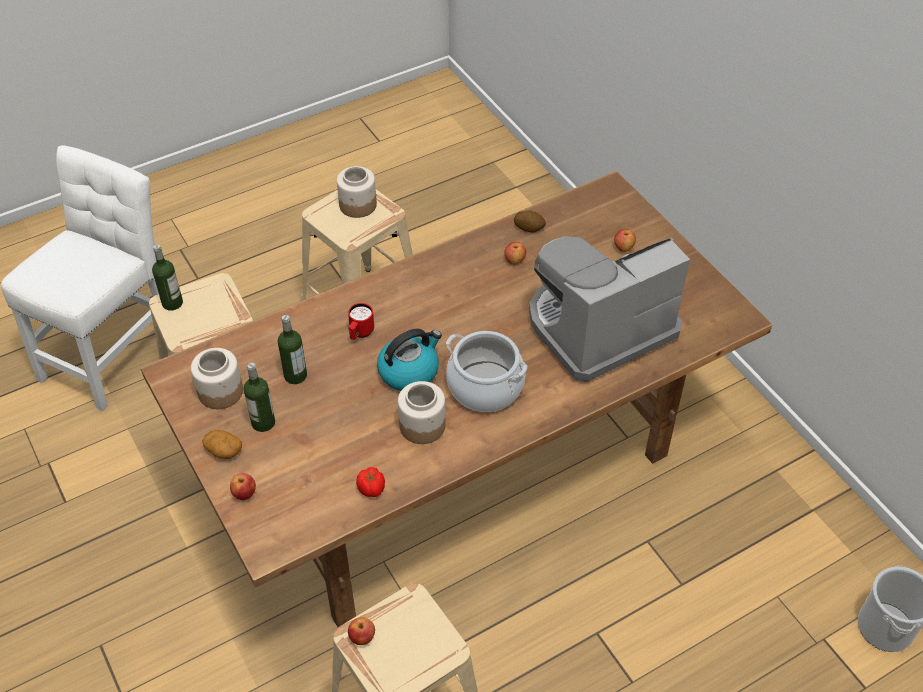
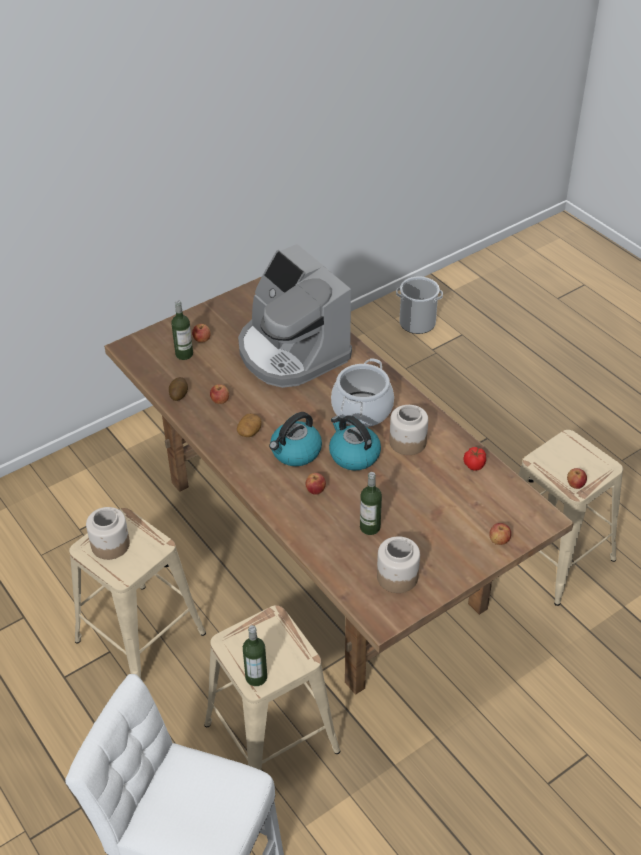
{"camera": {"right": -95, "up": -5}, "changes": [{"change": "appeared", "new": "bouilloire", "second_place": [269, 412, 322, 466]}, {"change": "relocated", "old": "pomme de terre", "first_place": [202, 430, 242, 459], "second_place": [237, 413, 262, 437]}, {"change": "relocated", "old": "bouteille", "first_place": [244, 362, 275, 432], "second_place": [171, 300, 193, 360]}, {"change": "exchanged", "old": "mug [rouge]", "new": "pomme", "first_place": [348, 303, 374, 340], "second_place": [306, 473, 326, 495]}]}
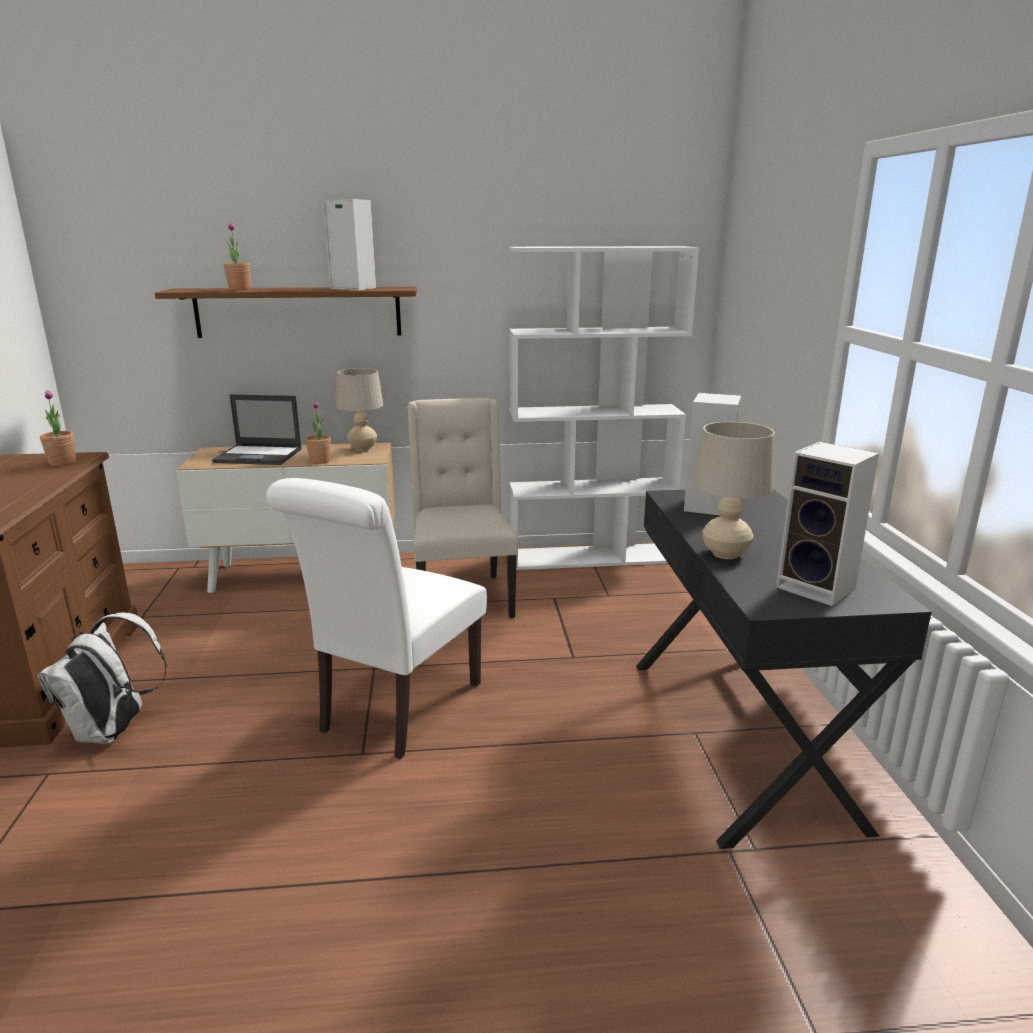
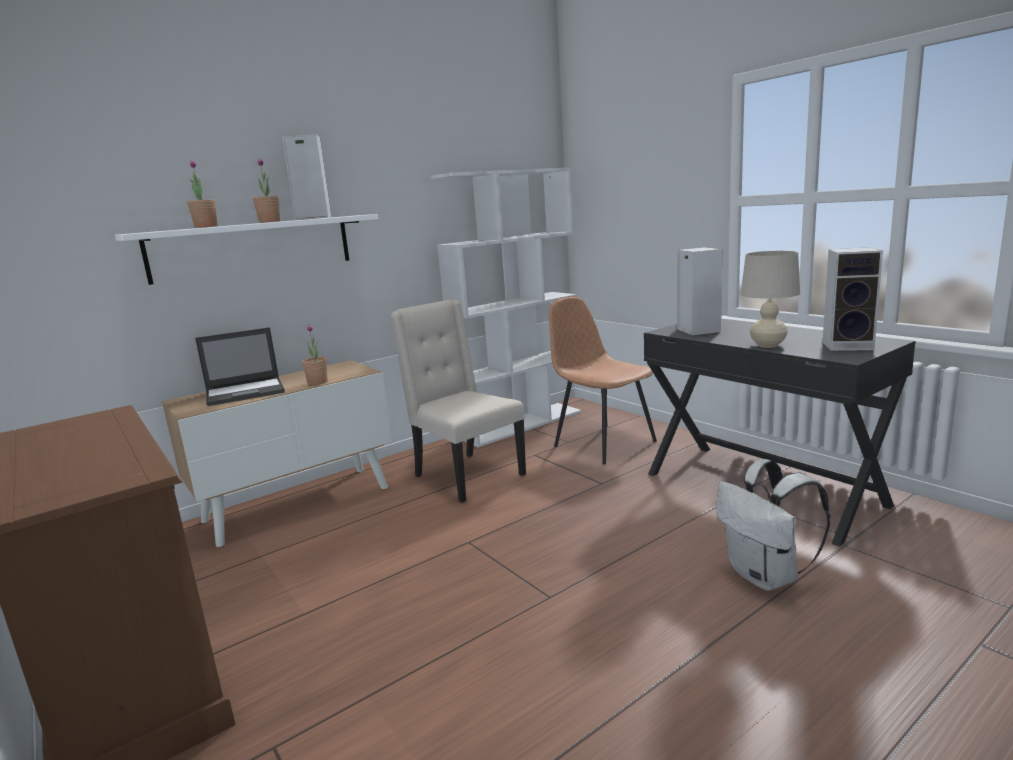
{"camera": {"right": -30, "up": -5}, "changes": [{"change": "missing", "old": "chaise [blanc]", "first_place": [266, 478, 487, 759]}, {"change": "missing", "old": "lampe de table [beige]", "first_place": [336, 368, 383, 451]}, {"change": "appeared", "new": "chaise [marron]", "second_place": [549, 296, 657, 464]}, {"change": "relocated", "old": "sac à dos [blanc]", "first_place": [38, 613, 167, 744], "second_place": [716, 459, 830, 591]}, {"change": "relocated", "old": "plante en pot", "first_place": [40, 390, 76, 466], "second_place": [253, 158, 280, 223]}, {"change": "colour", "old": "étagère [marron]", "new": "étagère [blanc]", "first_place": [155, 287, 417, 338], "second_place": [115, 214, 378, 285]}]}
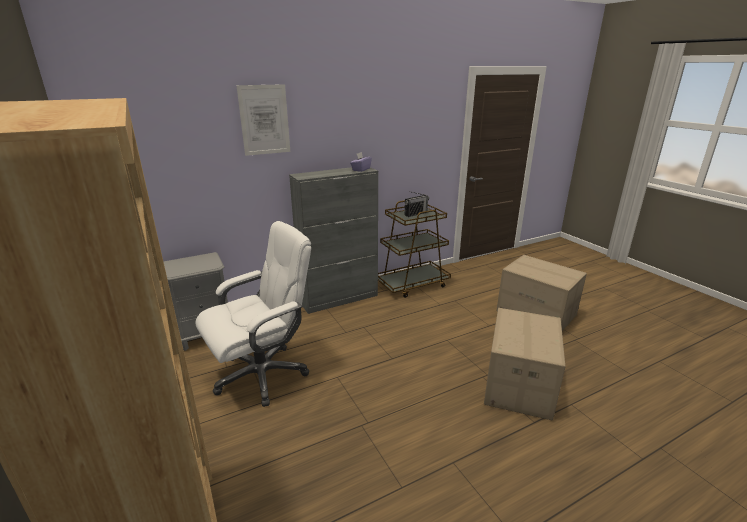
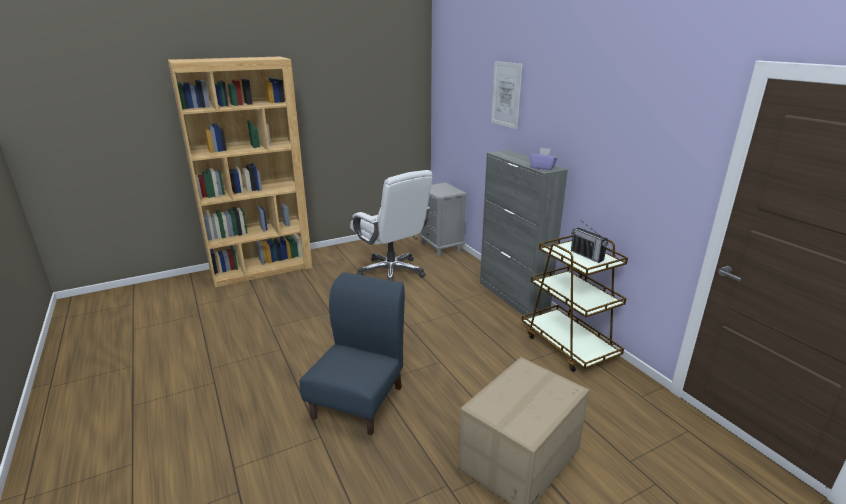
{"camera": {"right": 90, "up": 0}, "changes": [{"change": "exchanged", "old": "carton", "new": "chaise [bleu]", "first_place": [484, 308, 566, 420], "second_place": [299, 272, 405, 435]}]}
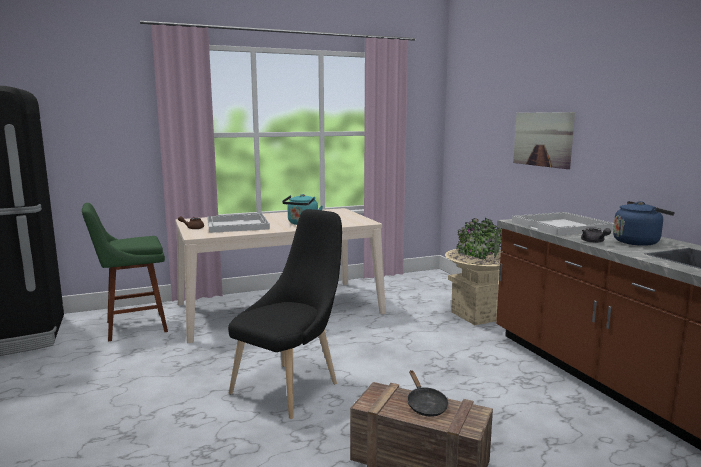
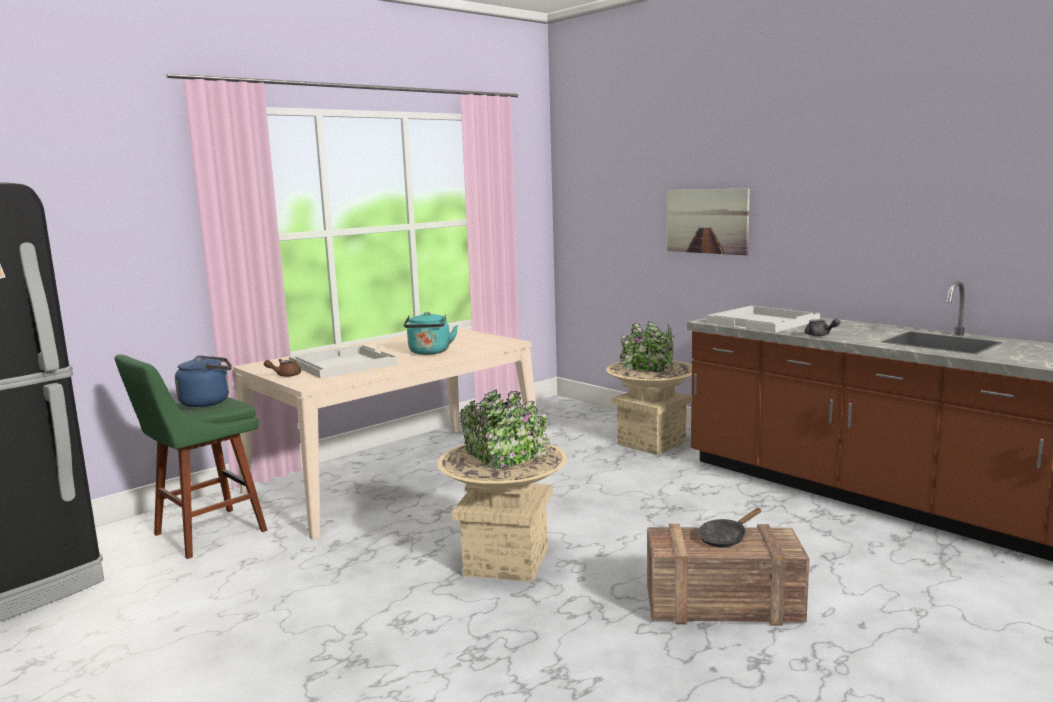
{"camera": {"right": -20, "up": 0}, "changes": [{"change": "relocated", "old": "bouilloire [bleu]", "first_place": [613, 201, 675, 246], "second_place": [175, 356, 232, 407]}, {"change": "exchanged", "old": "chaise [noir]", "new": "cache-pot [beige]", "first_place": [228, 209, 342, 419], "second_place": [437, 390, 567, 582]}, {"change": "spun", "old": "poêle [noir]", "first_place": [407, 370, 449, 417], "second_place": [698, 508, 761, 547], "degrees": 90}]}
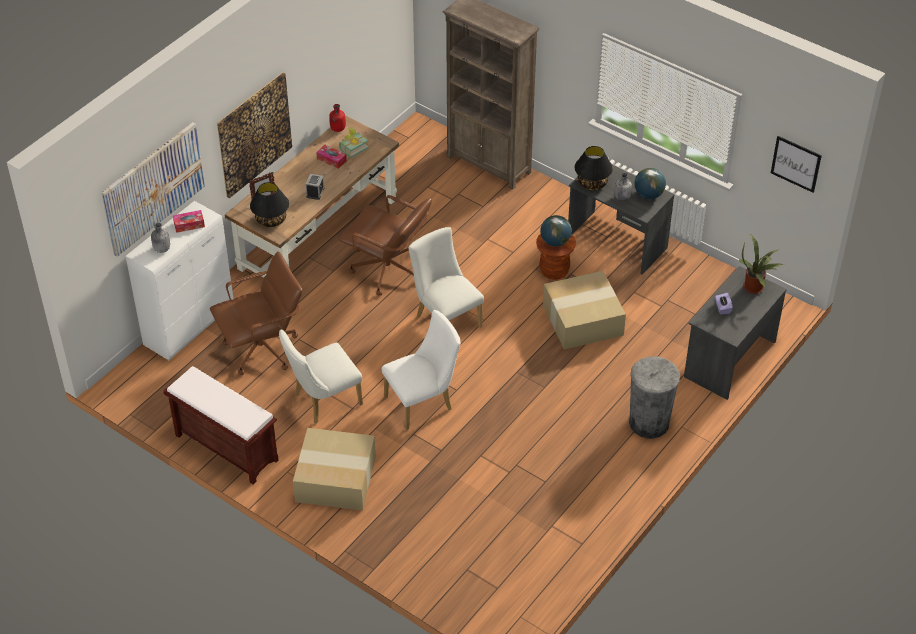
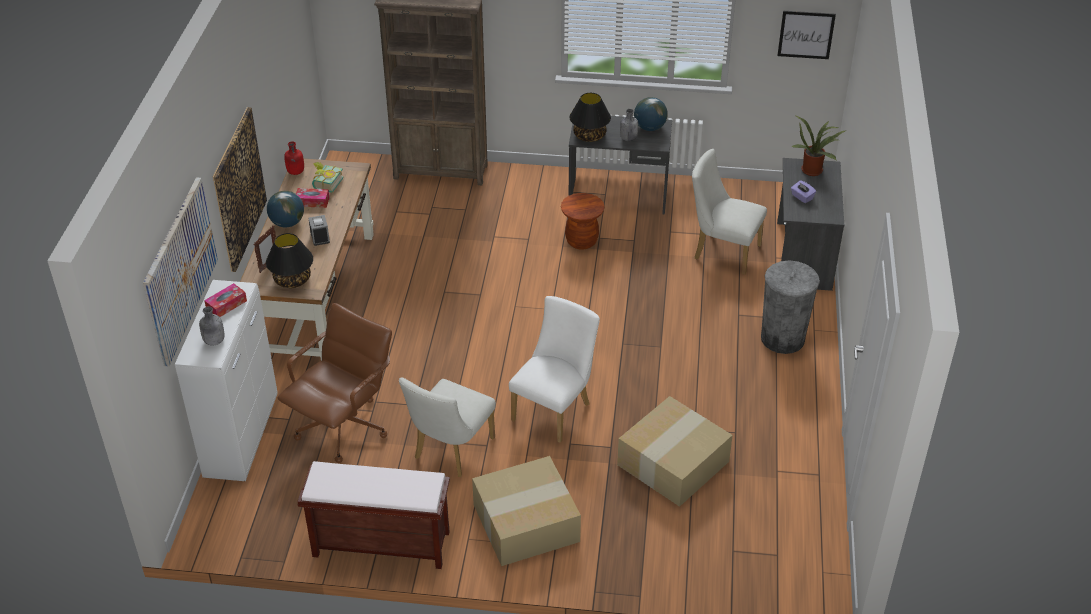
{"camera": {"right": -30, "up": -5}, "changes": [{"change": "missing", "old": "chaise de bureau [marron]", "first_place": [338, 195, 432, 296]}, {"change": "relocated", "old": "chaise [blanc]", "first_place": [408, 227, 484, 328], "second_place": [692, 149, 767, 275]}, {"change": "relocated", "old": "globe", "first_place": [540, 215, 572, 247], "second_place": [267, 191, 304, 227]}, {"change": "relocated", "old": "carton", "first_place": [543, 271, 626, 349], "second_place": [617, 396, 733, 507]}]}
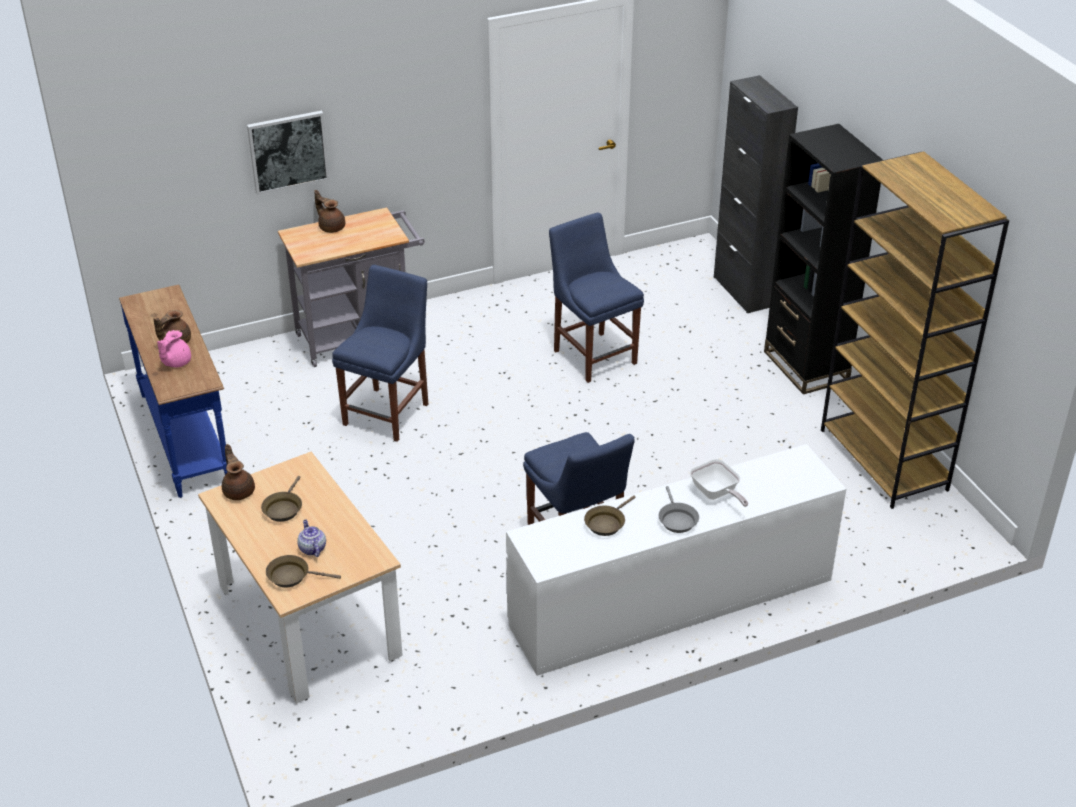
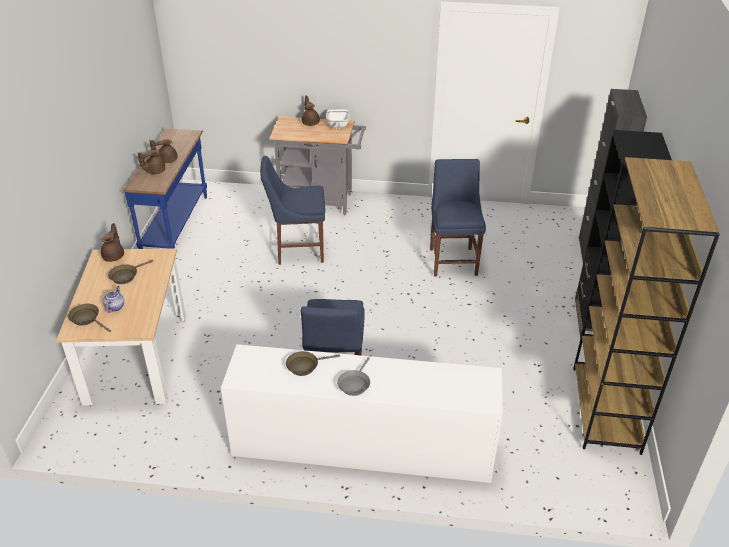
{"camera": {"right": 30, "up": 0}, "changes": [{"change": "missing", "old": "tableau", "first_place": [247, 111, 330, 195]}, {"change": "relocated", "old": "poêle", "first_place": [690, 459, 748, 507], "second_place": [327, 109, 350, 130]}, {"change": "colour", "old": "théière [rose]", "new": "théière [marron]", "first_place": [157, 330, 191, 368], "second_place": [138, 150, 165, 174]}, {"change": "spun", "old": "chaise [bleu]", "first_place": [332, 265, 428, 442], "second_place": [260, 156, 325, 265], "degrees": -150}]}
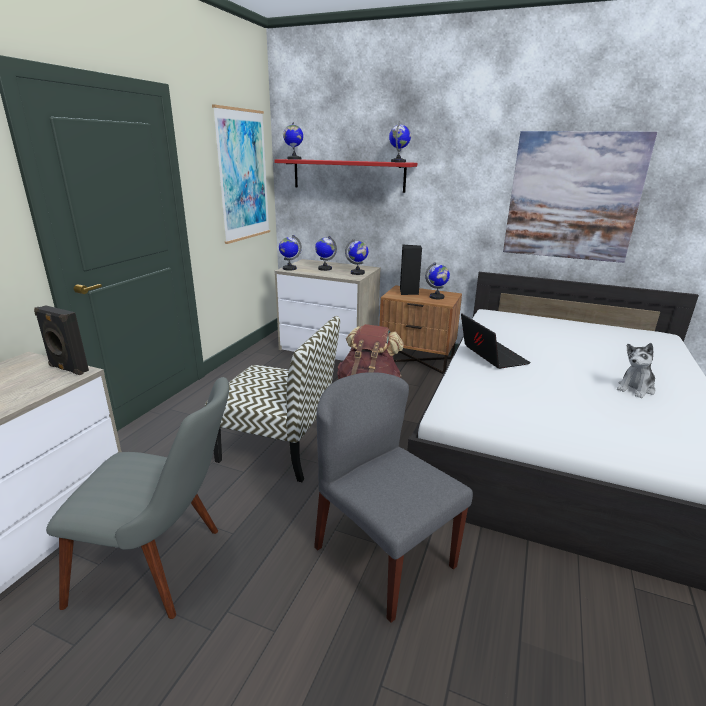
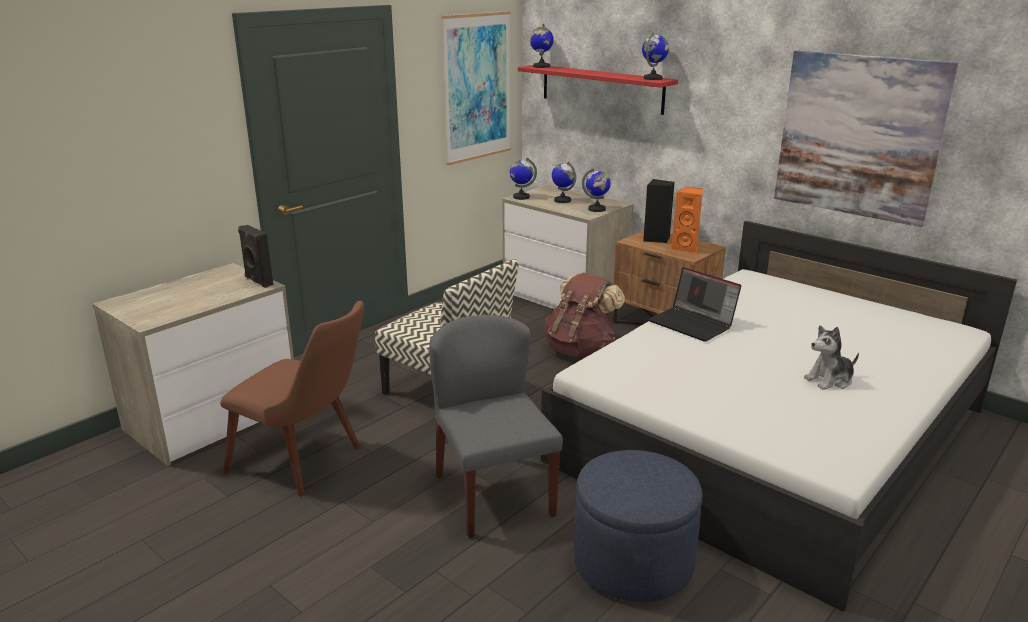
{"camera": {"right": 20, "up": 0}, "changes": [{"change": "appeared", "new": "pouf [bleu]", "second_place": [574, 450, 703, 602]}, {"change": "exchanged", "old": "globe", "new": "enceinte [orange]", "first_place": [425, 262, 450, 299], "second_place": [671, 187, 703, 253]}, {"change": "colour", "old": "chaise [gris]", "new": "chaise [marron]", "first_place": [46, 377, 229, 619], "second_place": [220, 301, 364, 497]}, {"change": "spun", "old": "ordinateur portable", "first_place": [461, 314, 531, 369], "second_place": [648, 267, 741, 342], "degrees": 135}]}
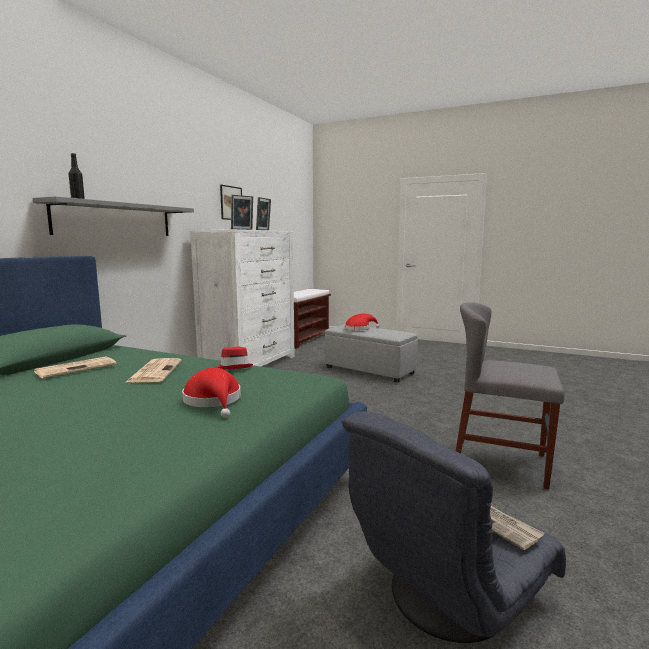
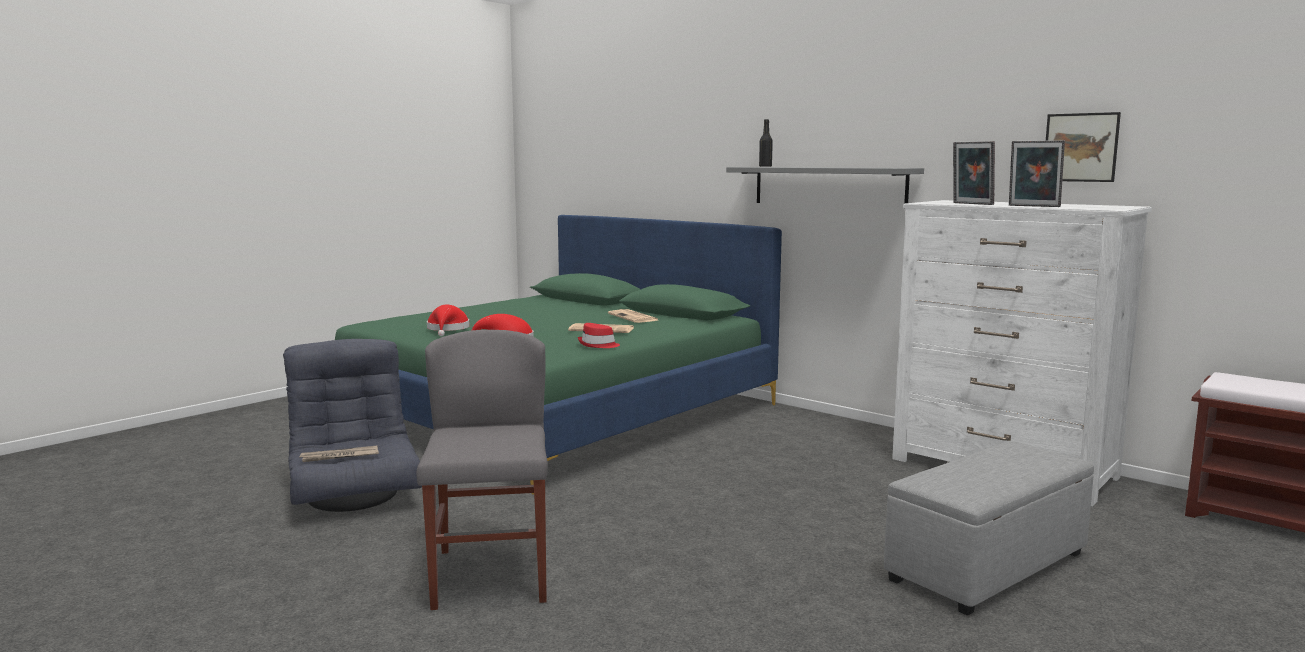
{"camera": {"right": 105, "up": 0}, "changes": [{"change": "relocated", "old": "chapeau [rouge]", "first_place": [345, 314, 380, 330], "second_place": [427, 304, 470, 336]}, {"change": "spun", "old": "chaise [gris]", "first_place": [456, 302, 565, 490], "second_place": [416, 330, 548, 610], "degrees": -45}]}
